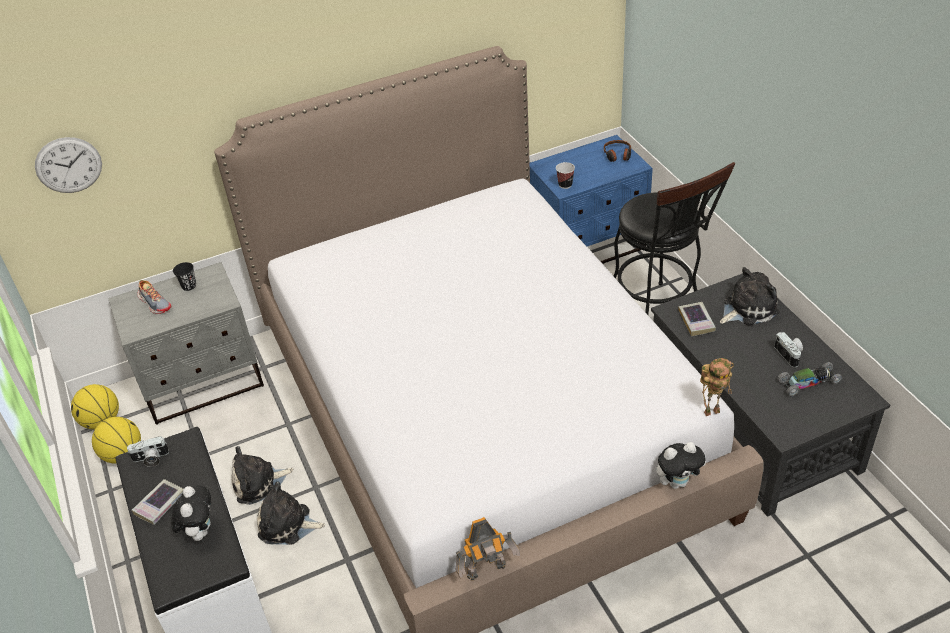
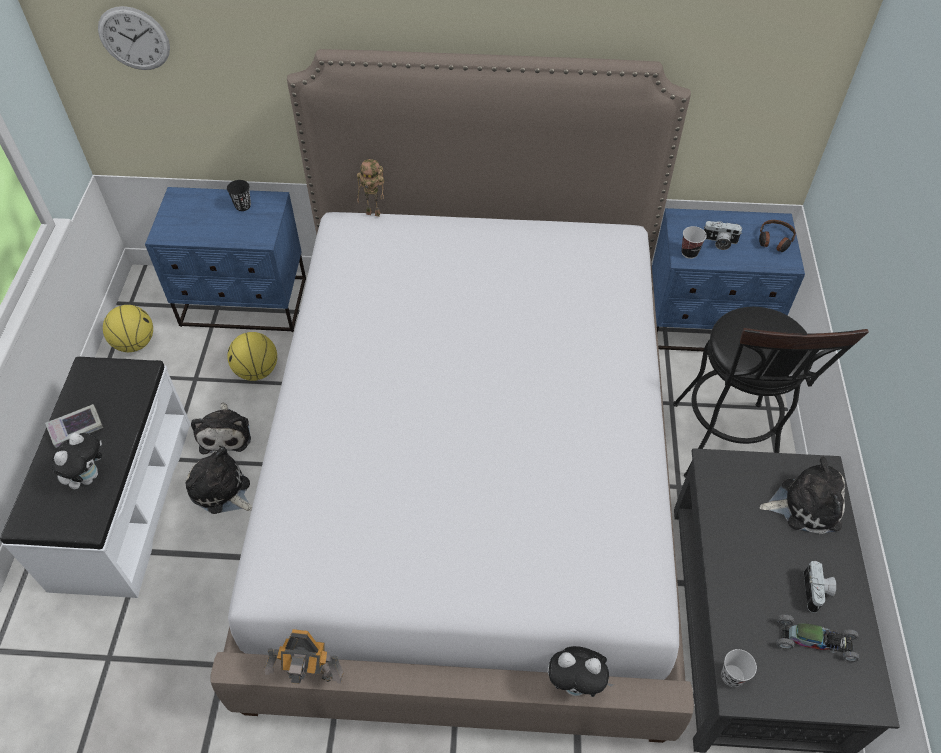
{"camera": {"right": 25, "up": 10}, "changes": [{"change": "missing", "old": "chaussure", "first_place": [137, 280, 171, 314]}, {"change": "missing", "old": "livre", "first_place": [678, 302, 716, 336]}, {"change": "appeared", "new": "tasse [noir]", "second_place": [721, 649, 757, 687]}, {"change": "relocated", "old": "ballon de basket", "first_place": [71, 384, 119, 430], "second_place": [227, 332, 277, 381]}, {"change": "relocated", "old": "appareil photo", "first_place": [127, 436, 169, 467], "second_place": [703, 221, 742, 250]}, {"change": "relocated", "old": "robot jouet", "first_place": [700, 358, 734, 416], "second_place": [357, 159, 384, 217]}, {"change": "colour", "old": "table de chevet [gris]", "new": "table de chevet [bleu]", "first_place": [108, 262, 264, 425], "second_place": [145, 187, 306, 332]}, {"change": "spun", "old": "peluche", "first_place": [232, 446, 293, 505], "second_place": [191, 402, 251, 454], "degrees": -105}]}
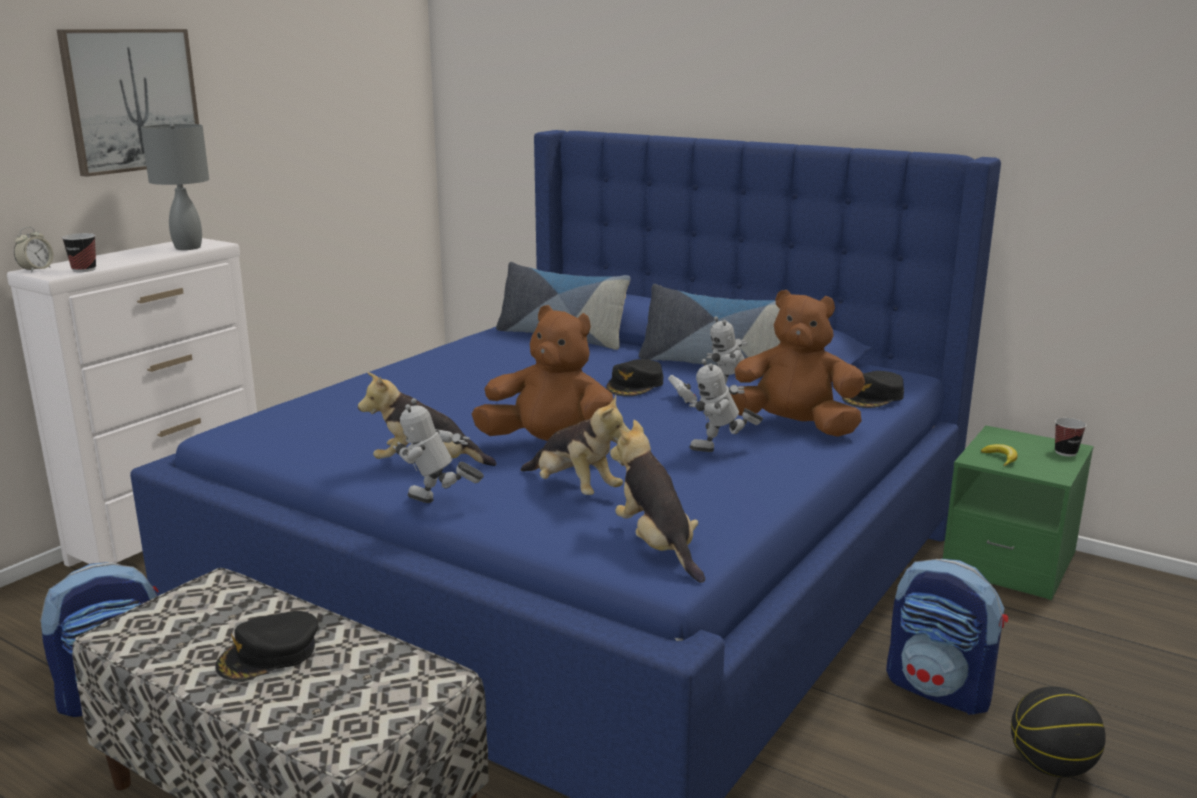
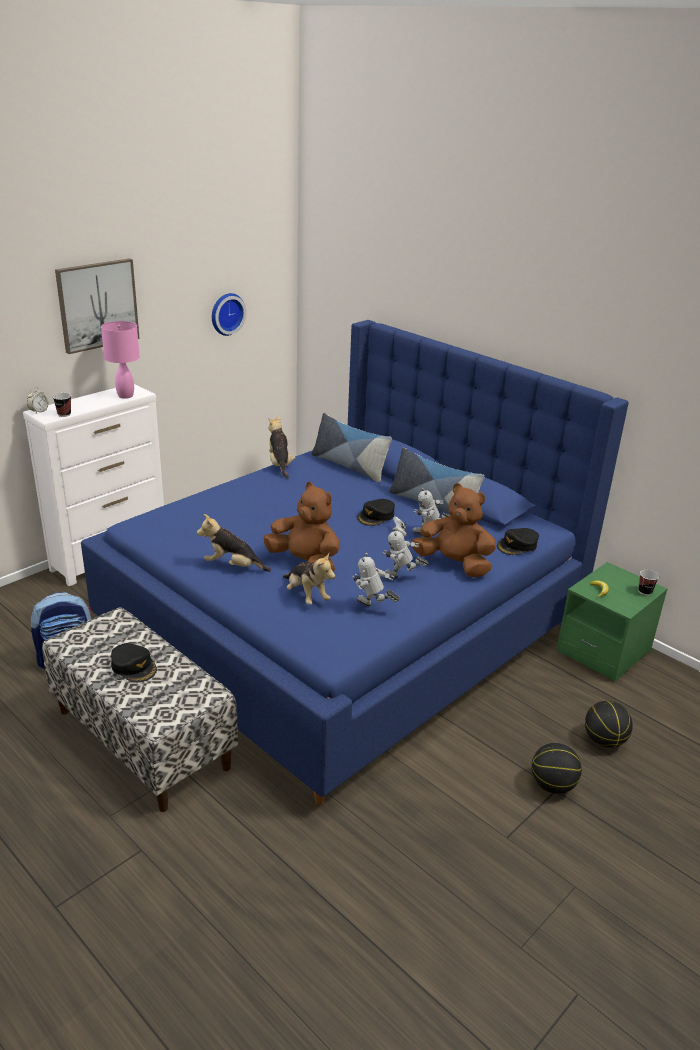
{"camera": {"right": 10, "up": 10}, "changes": [{"change": "missing", "old": "sac à dos", "first_place": [886, 559, 1008, 715]}, {"change": "appeared", "new": "horloge murale", "second_place": [212, 293, 246, 336]}, {"change": "appeared", "new": "ballon de basket", "second_place": [585, 701, 633, 748]}, {"change": "relocated", "old": "robot jouet", "first_place": [393, 398, 484, 503], "second_place": [352, 553, 400, 606]}, {"change": "relocated", "old": "peluche", "first_place": [610, 420, 705, 583], "second_place": [268, 416, 296, 479]}, {"change": "colour", "old": "lampe de table [gris]", "new": "lampe de table [rose]", "first_place": [141, 124, 209, 250], "second_place": [101, 321, 140, 399]}, {"change": "spun", "old": "casquette [noir]", "first_place": [215, 611, 318, 681], "second_place": [111, 643, 157, 682], "degrees": -105}]}
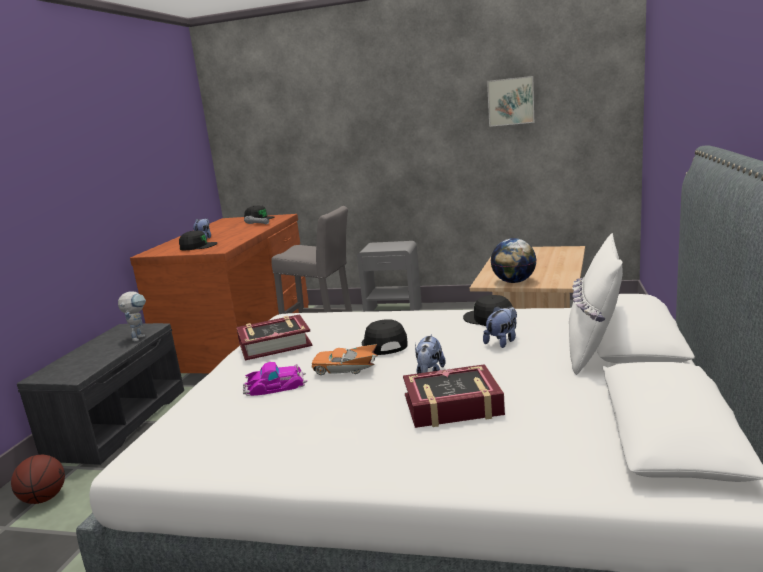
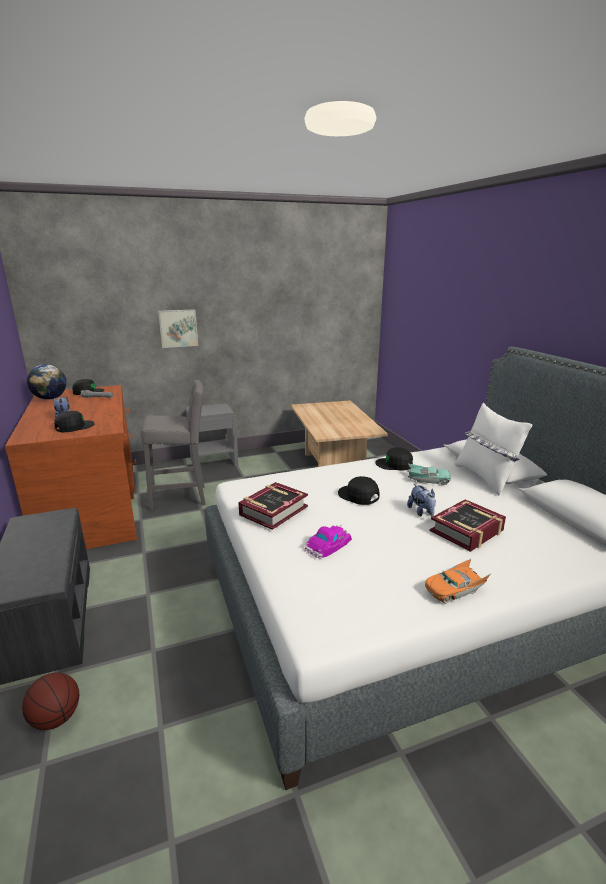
{"camera": {"right": -35, "up": 5}, "changes": [{"change": "missing", "old": "robot jouet", "first_place": [118, 291, 146, 341]}, {"change": "relocated", "old": "petite voiture [orange]", "first_place": [312, 344, 378, 375], "second_place": [425, 559, 491, 604]}, {"change": "relocated", "old": "tableau", "first_place": [487, 76, 534, 127], "second_place": [158, 309, 198, 348]}, {"change": "relocated", "old": "globe", "first_place": [491, 238, 537, 283], "second_place": [27, 364, 66, 399]}, {"change": "exchanged", "old": "peluche", "new": "petite voiture [turquoise]", "first_place": [483, 306, 517, 348], "second_place": [407, 464, 451, 485]}]}
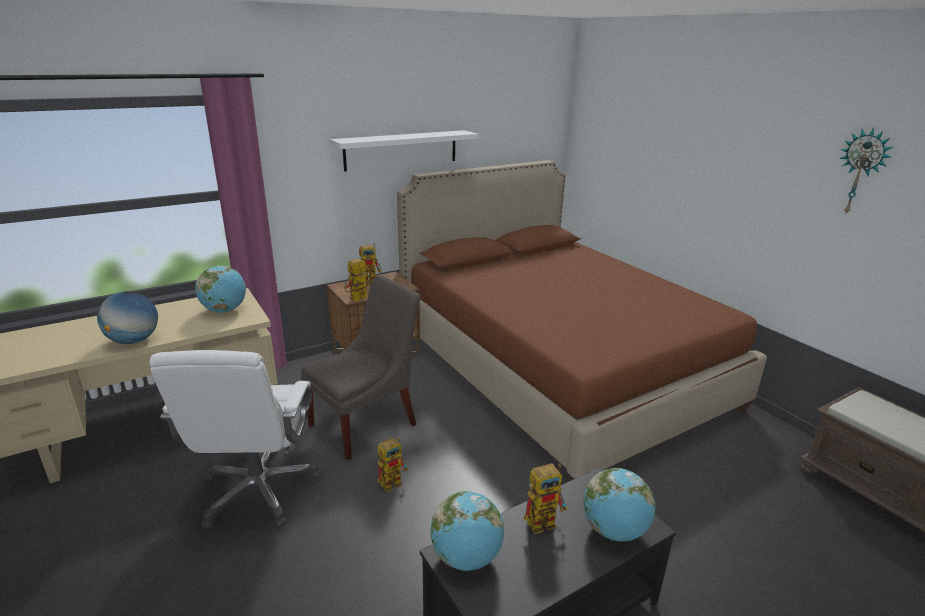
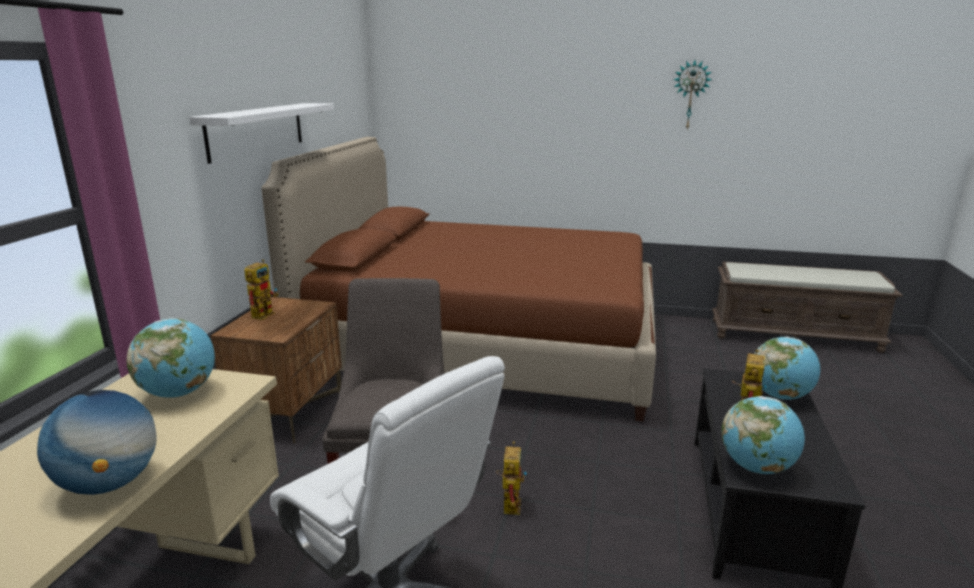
{"camera": {"right": -45, "up": -5}, "changes": [{"change": "missing", "old": "robot jouet", "first_place": [344, 258, 368, 301]}]}
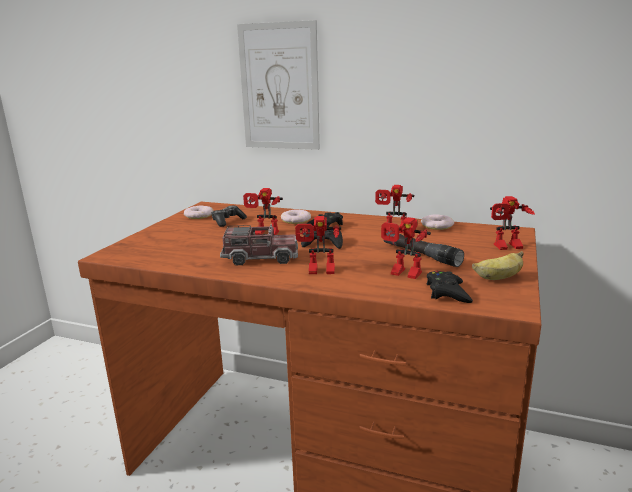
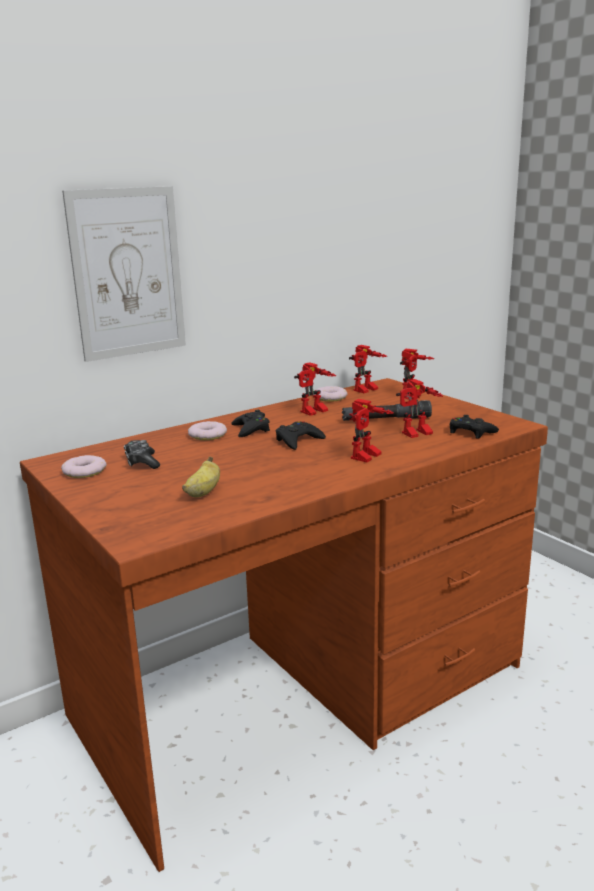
{"camera": {"right": -55, "up": 0}, "changes": [{"change": "missing", "old": "camion jouet", "first_place": [220, 224, 298, 265]}, {"change": "relocated", "old": "robot jouet", "first_place": [243, 188, 283, 235], "second_place": [349, 345, 387, 393]}, {"change": "relocated", "old": "banane", "first_place": [472, 251, 524, 280], "second_place": [182, 457, 220, 497]}]}
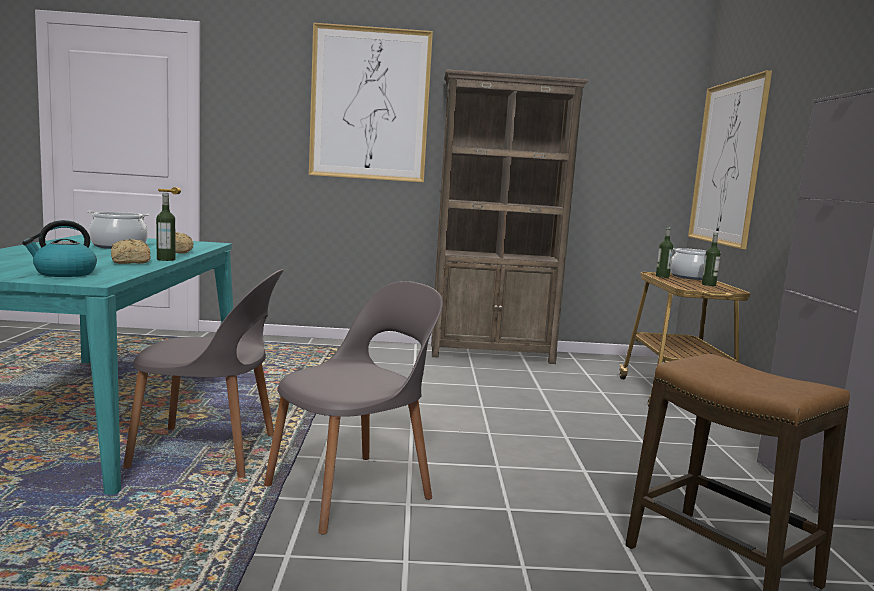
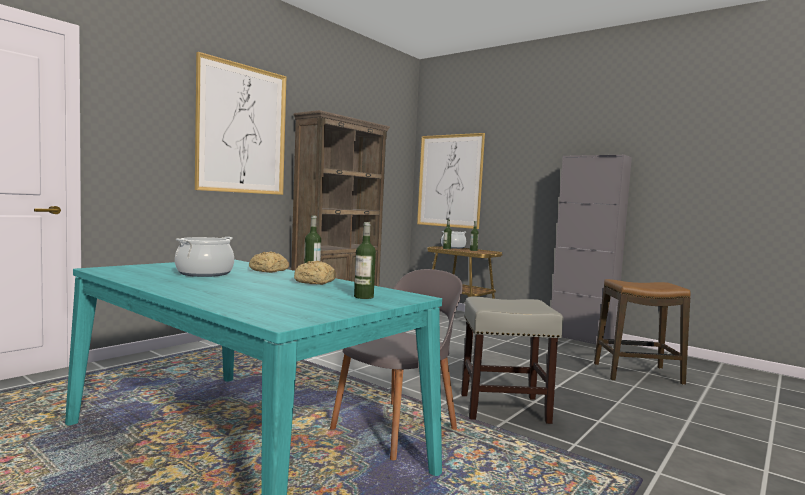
{"camera": {"right": -50, "up": -5}, "changes": [{"change": "exchanged", "old": "bouilloire", "new": "bouteille", "first_place": [22, 220, 97, 277], "second_place": [354, 222, 376, 299]}, {"change": "exchanged", "old": "chaise [gris]", "new": "tabouret [gris]", "first_place": [264, 281, 443, 535], "second_place": [461, 297, 563, 424]}]}
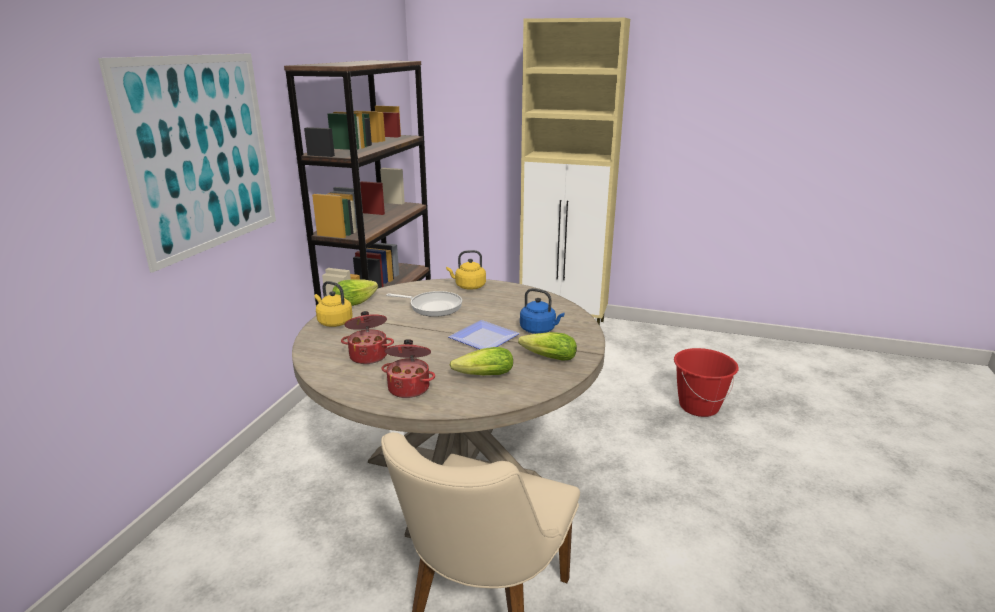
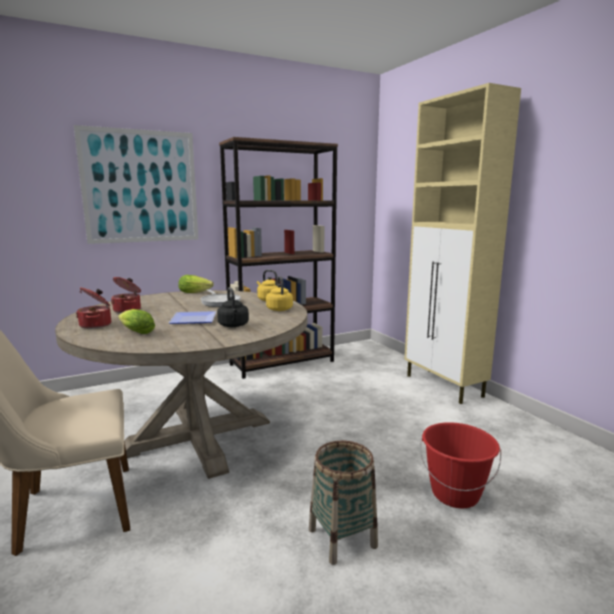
{"camera": {"right": 45, "up": -10}, "changes": [{"change": "missing", "old": "laitue", "first_place": [518, 332, 577, 361]}, {"change": "appeared", "new": "panier", "second_place": [309, 441, 378, 565]}, {"change": "relocated", "old": "bouilloire [jaune]", "first_place": [314, 281, 353, 327], "second_place": [266, 276, 293, 311]}, {"change": "colour", "old": "bouilloire [bleu]", "new": "bouilloire [noir]", "first_place": [520, 288, 564, 334], "second_place": [217, 287, 249, 327]}]}
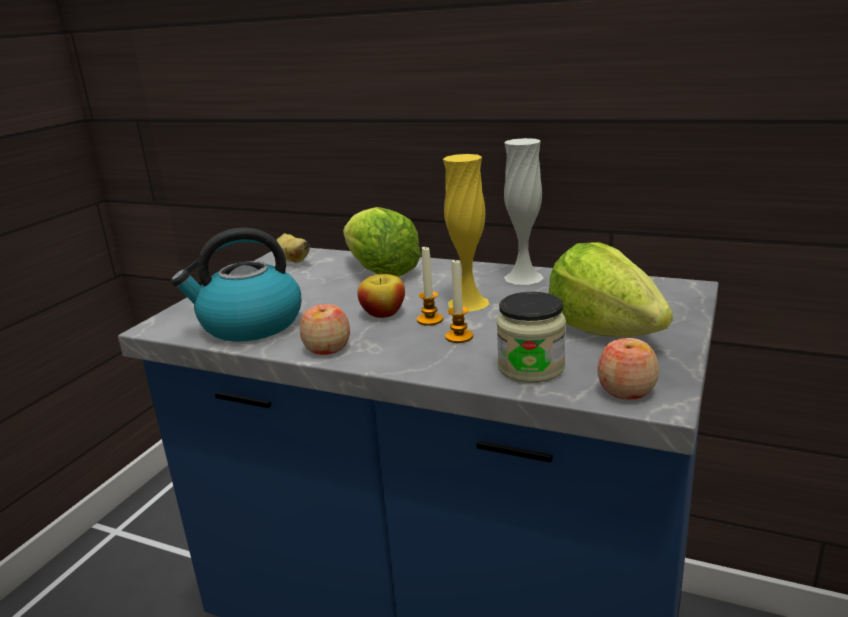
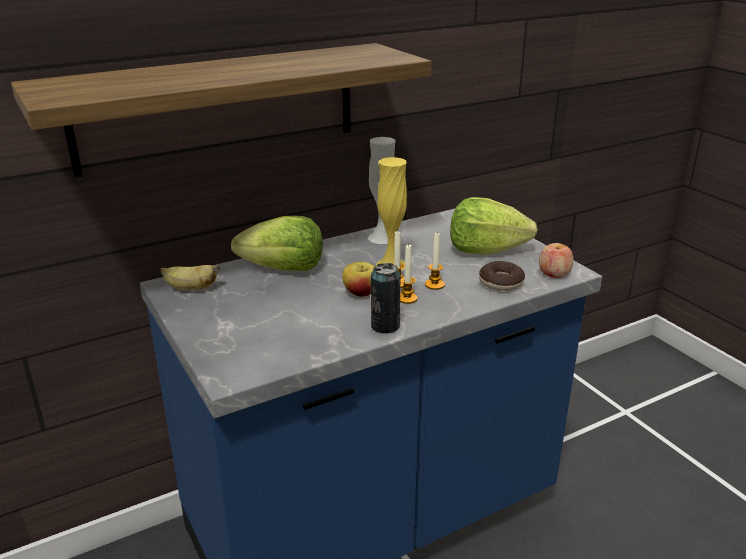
{"camera": {"right": -55, "up": 5}, "changes": [{"change": "missing", "old": "bouilloire", "first_place": [171, 227, 301, 341]}, {"change": "appeared", "new": "étagère", "second_place": [11, 43, 432, 178]}, {"change": "appeared", "new": "bougie", "second_place": [400, 244, 418, 304]}, {"change": "exchanged", "old": "pomme", "new": "boîte métallique", "first_place": [300, 304, 350, 355], "second_place": [371, 263, 401, 334]}, {"change": "exchanged", "old": "bocal", "new": "beignet", "first_place": [497, 292, 566, 383], "second_place": [479, 261, 525, 291]}]}
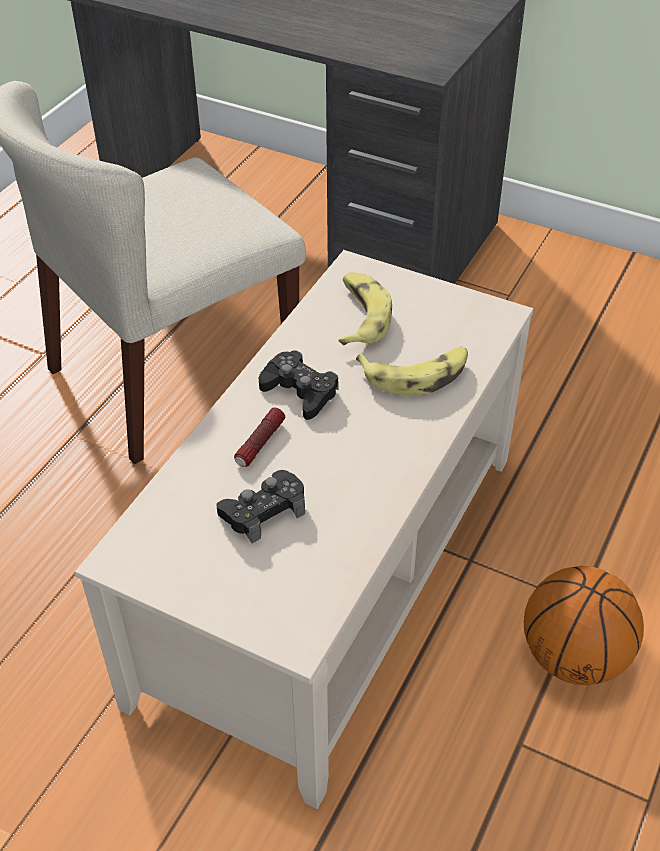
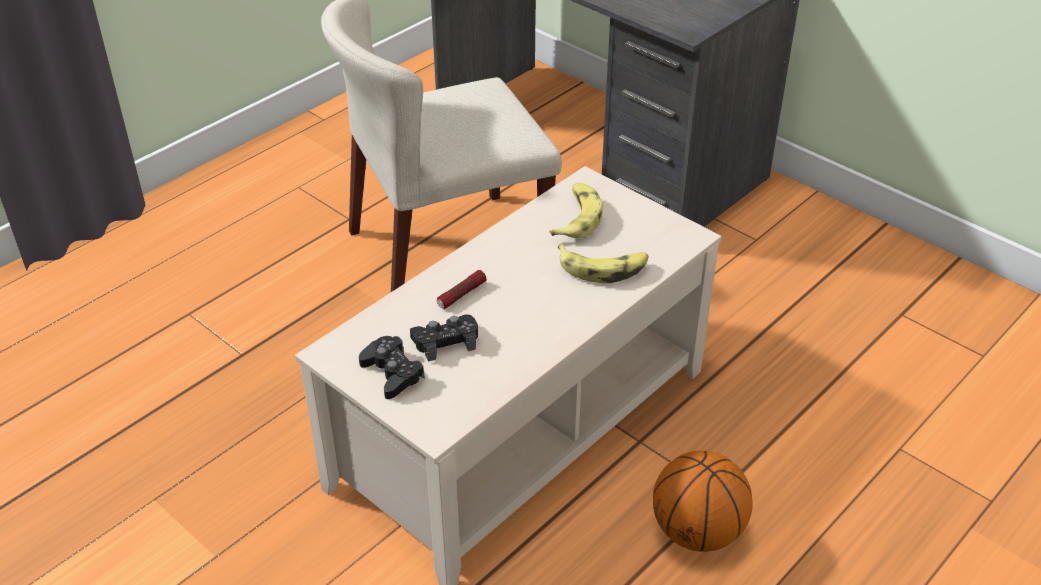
{"camera": {"right": 15, "up": -5}, "changes": [{"change": "relocated", "old": "manette [noir]", "first_place": [259, 350, 339, 420], "second_place": [359, 336, 425, 399]}]}
